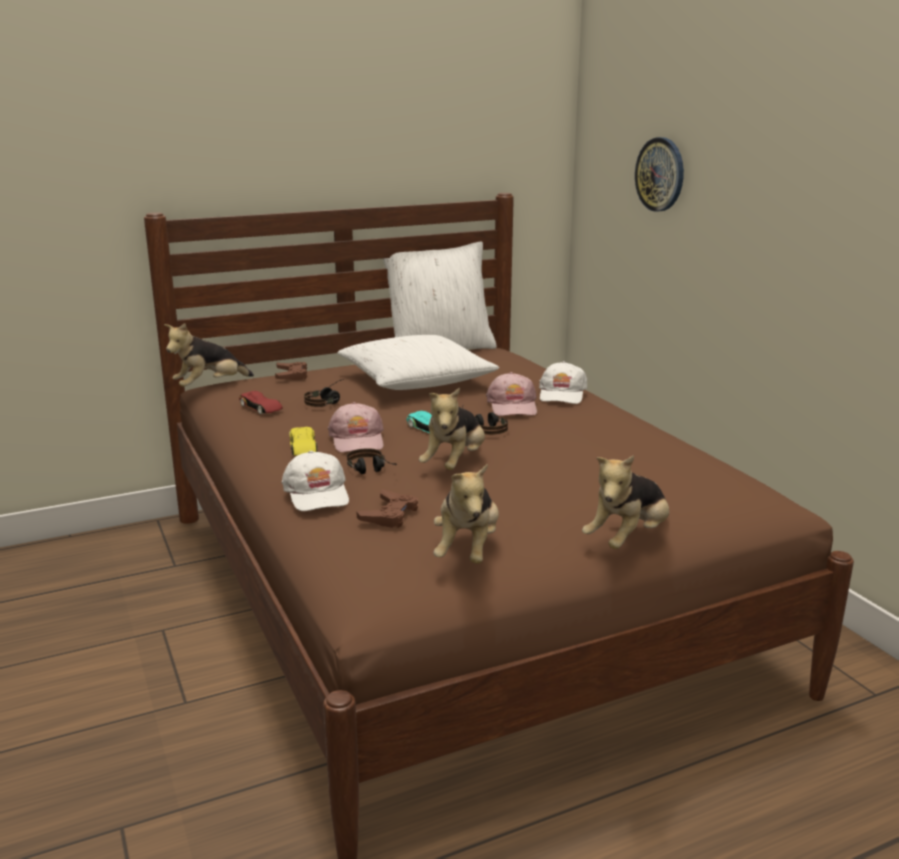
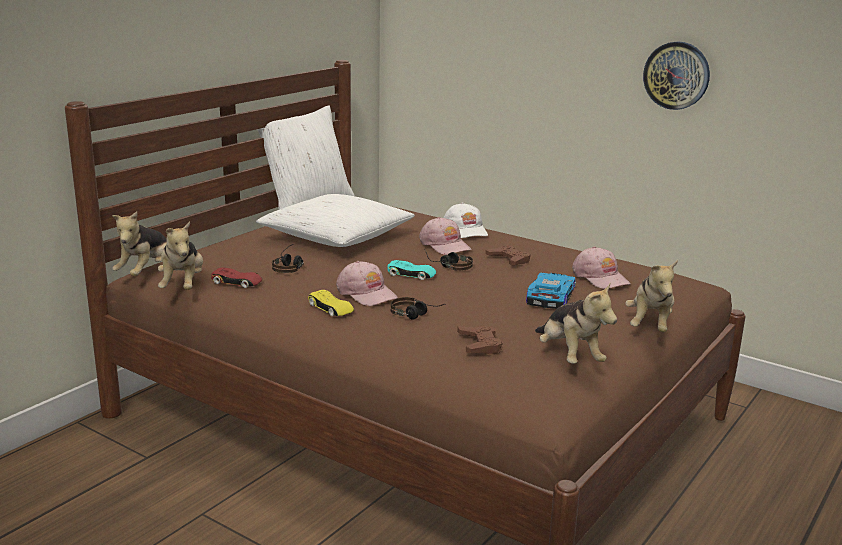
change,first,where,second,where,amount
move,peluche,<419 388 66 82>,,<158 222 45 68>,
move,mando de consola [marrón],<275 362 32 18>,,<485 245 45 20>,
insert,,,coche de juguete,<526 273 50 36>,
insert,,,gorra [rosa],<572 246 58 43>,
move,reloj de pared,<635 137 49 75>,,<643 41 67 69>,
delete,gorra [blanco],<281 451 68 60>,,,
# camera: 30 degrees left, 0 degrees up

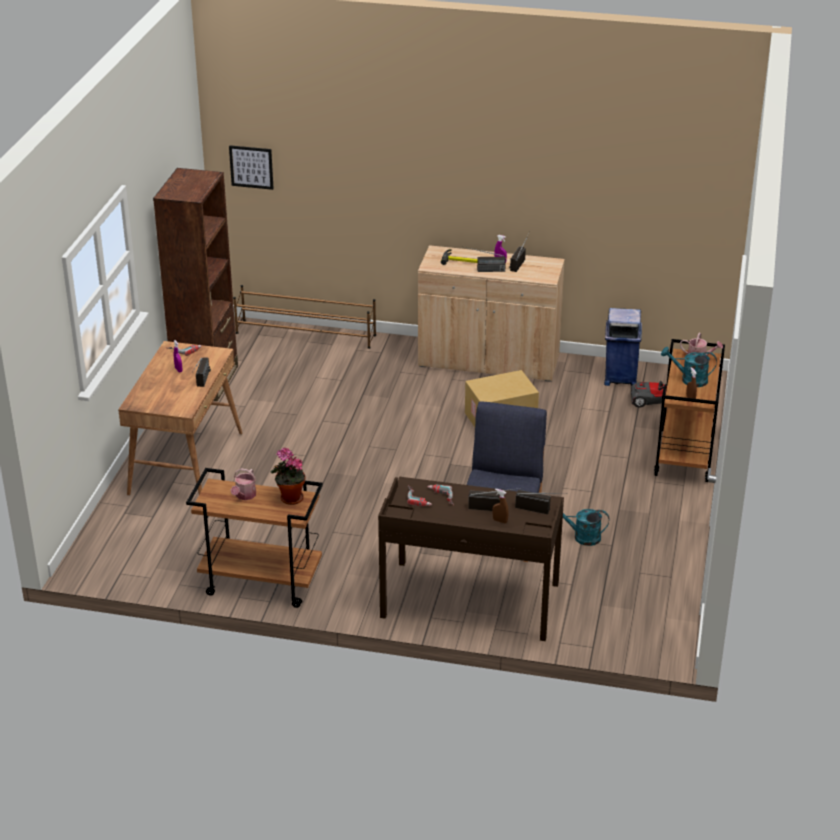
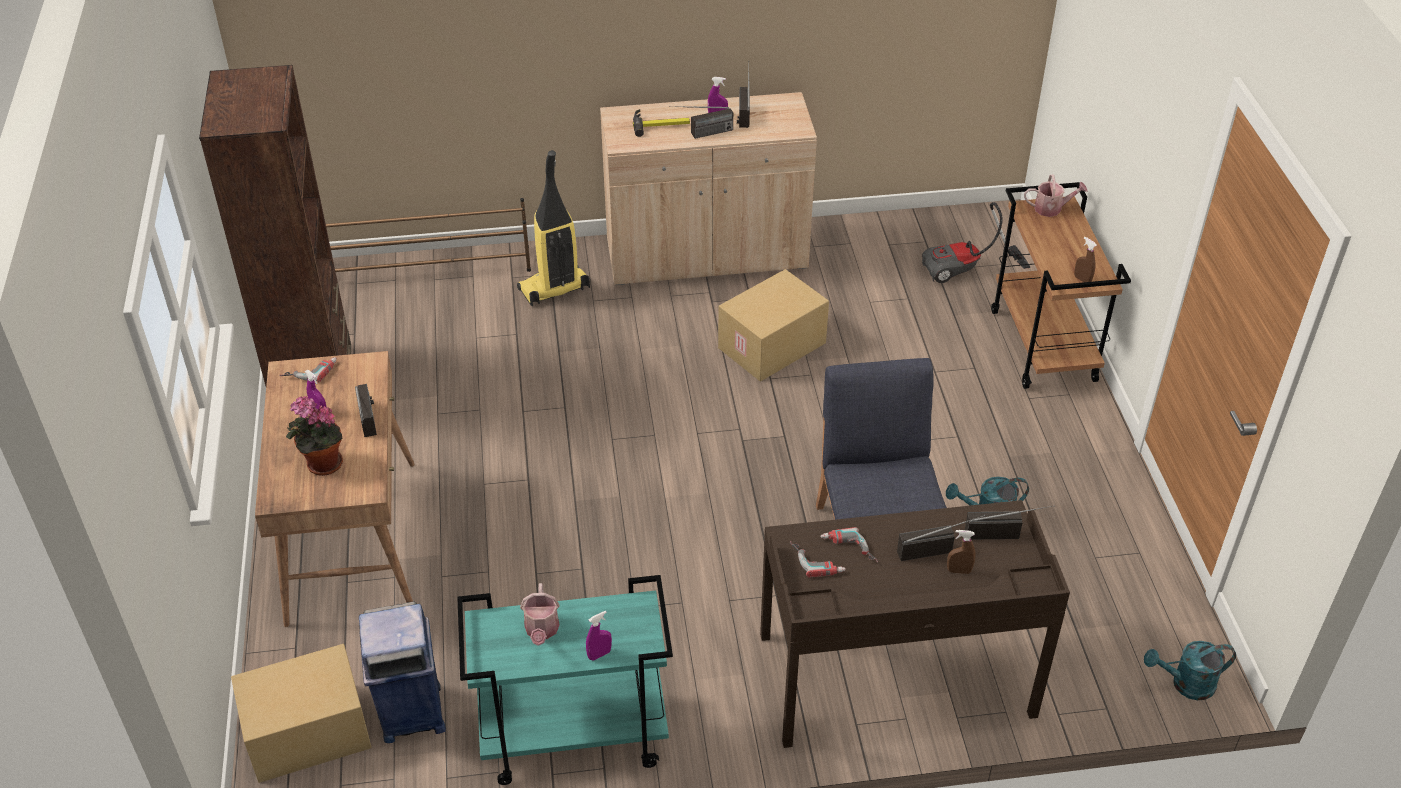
change,first,where,second,where,amount
insert,,,caja de cartón,<231 644 141 139>,
move,planta en maceta,<270 448 36 57>,,<286 396 57 80>,
move,papelera [azul],<604 308 38 78>,,<359 602 87 141>,
recolor,carrito [marrón],<186 468 137 140>,carrito [turquesa],<457 575 216 210>,
insert,,,aspiradora,<517 150 73 156>,
insert,,,pulverizador [morado],<586 611 26 50>,
move,regadera [turquesa],<661 347 56 40>,,<1144 641 92 59>,
delete,cuadro,<229 145 45 45>,,,
# camera: 20 degrees left, 10 degrees up

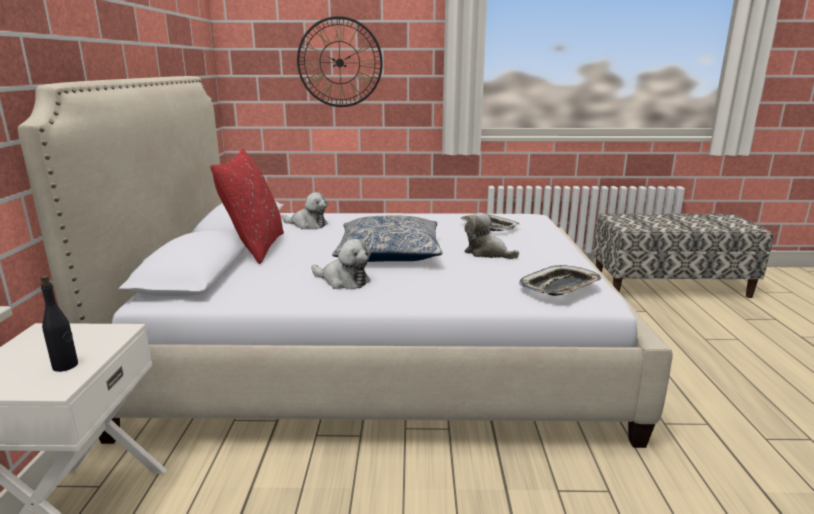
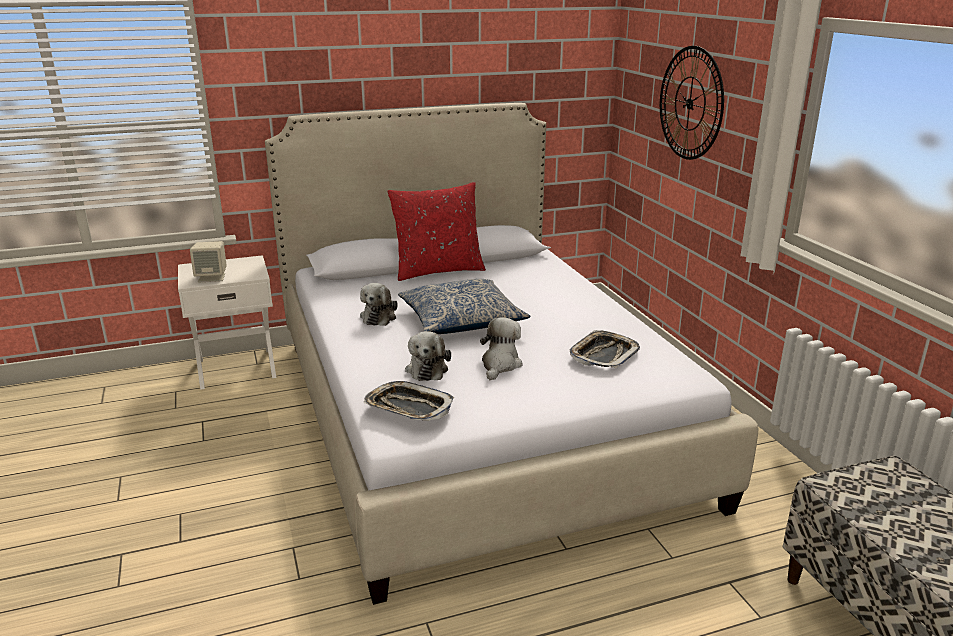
change,first,where,second,where,amount
replace,botella [negro],<40 275 38 97>,altavoz [beis],<190 241 37 41>,
move,peluche,<282 192 46 37>,,<405 331 46 50>,
# camera: 70 degrees right, 5 degrees up

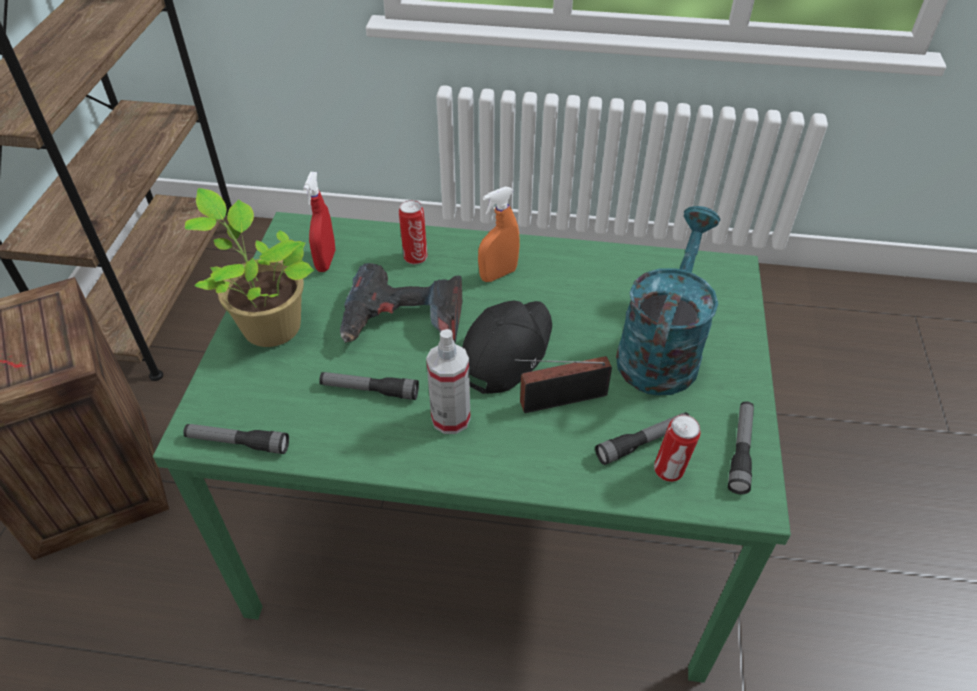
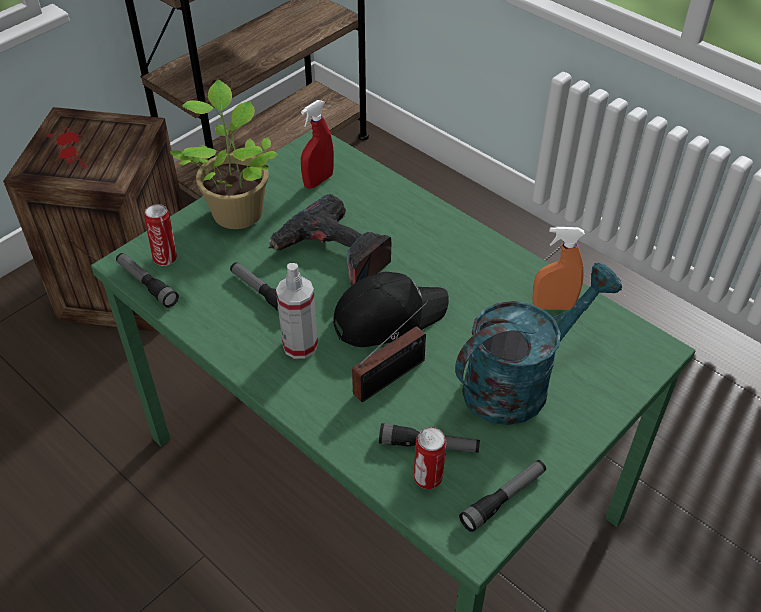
change,first,where,second,where,amount
move,lata,<399 200 29 64>,,<144 204 33 62>,
rotate,radio,<514 356 98 57>,,<352 301 77 101>,120 degrees clockwise
move,pulverizador [naranja],<478 186 42 96>,,<532 227 53 83>,
# camera: 35 degrees right, 0 degrees up

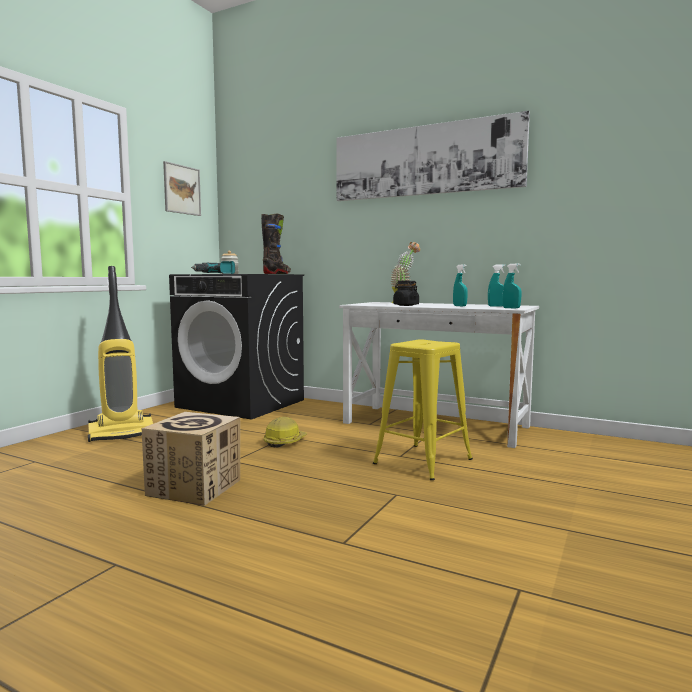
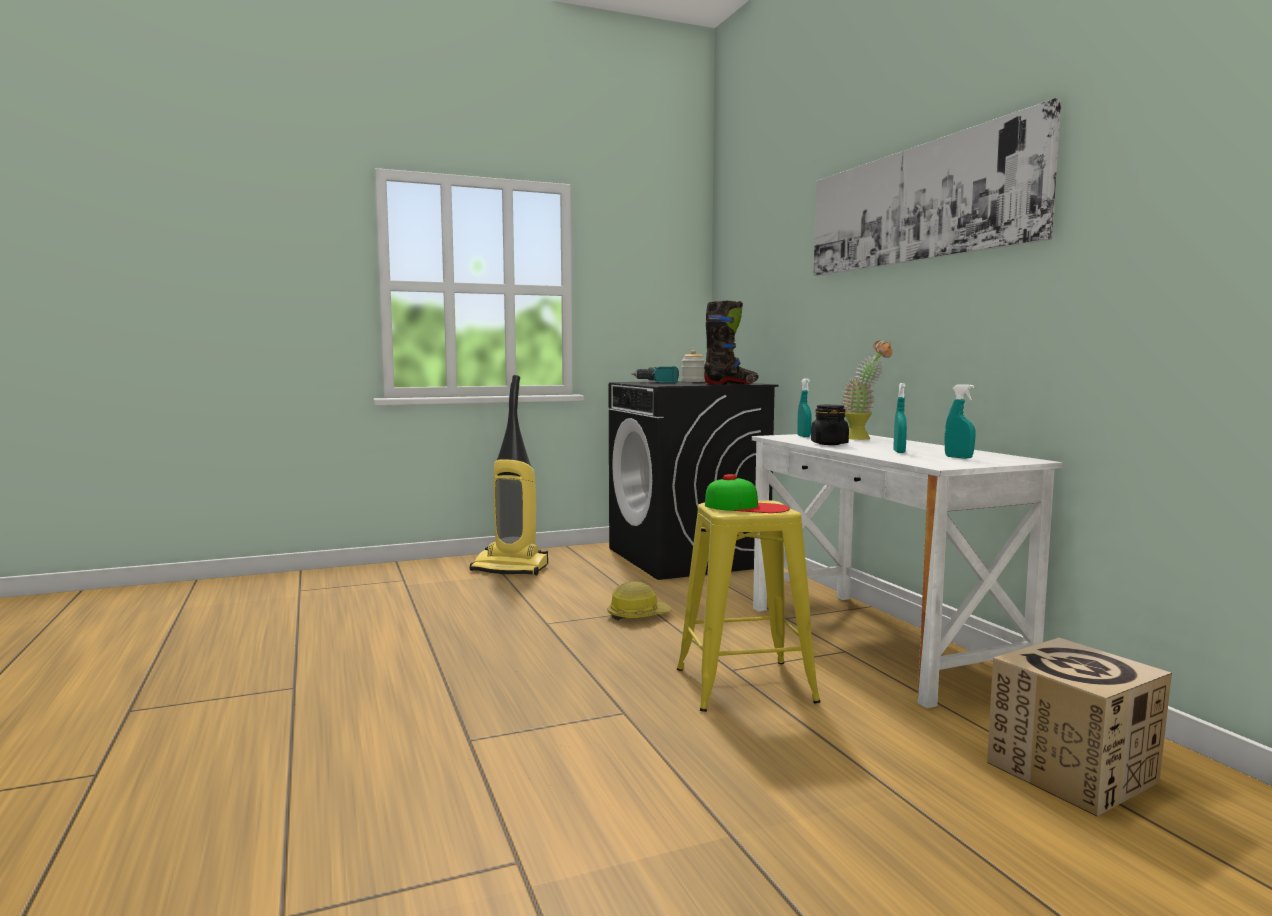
change,first,where,second,where,amount
insert,,,gorra,<705 474 85 39>,
move,pulverizador [turquesa],<502 263 20 45>,,<797 379 15 58>,
move,caja de cartón,<142 412 98 94>,,<987 638 185 178>,
delete,cuadro,<163 161 38 55>,,,
# camera: 40 degrees right, 0 degrees up

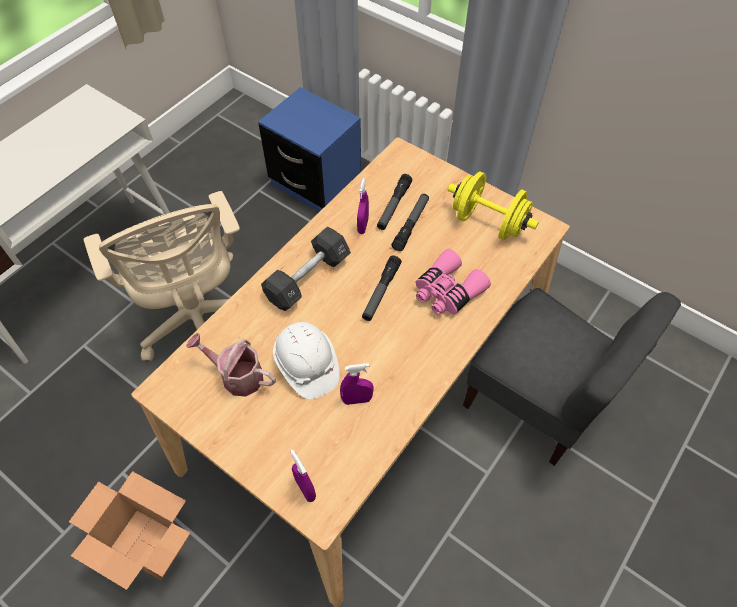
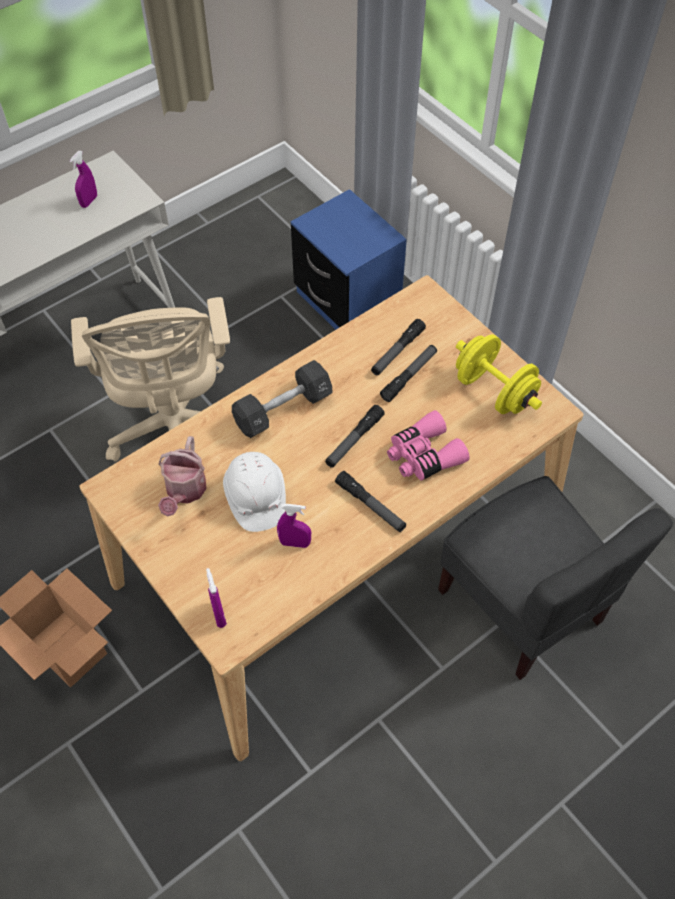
change,first,where,second,where,amount
move,pulverizador [morado],<357 178 12 56>,,<69 151 28 57>,
rotate,regadera,<186 333 90 64>,,<158 436 49 81>,120 degrees counterclockwise
insert,,,linterna,<335 471 71 61>,
# camera: 15 degrees right, 0 degrees up

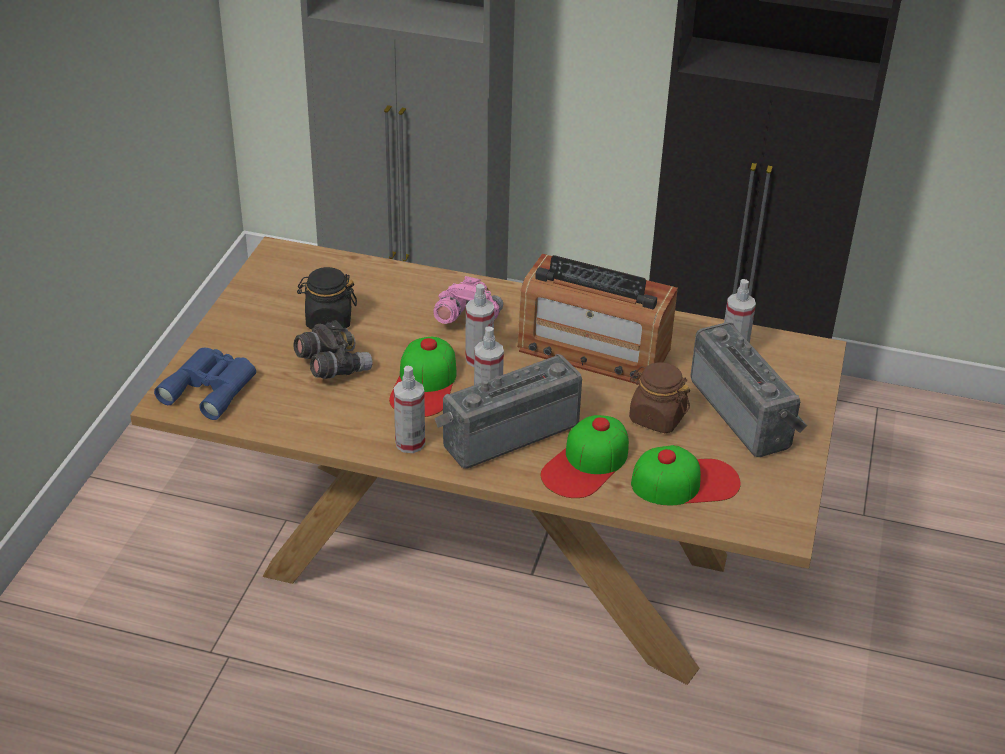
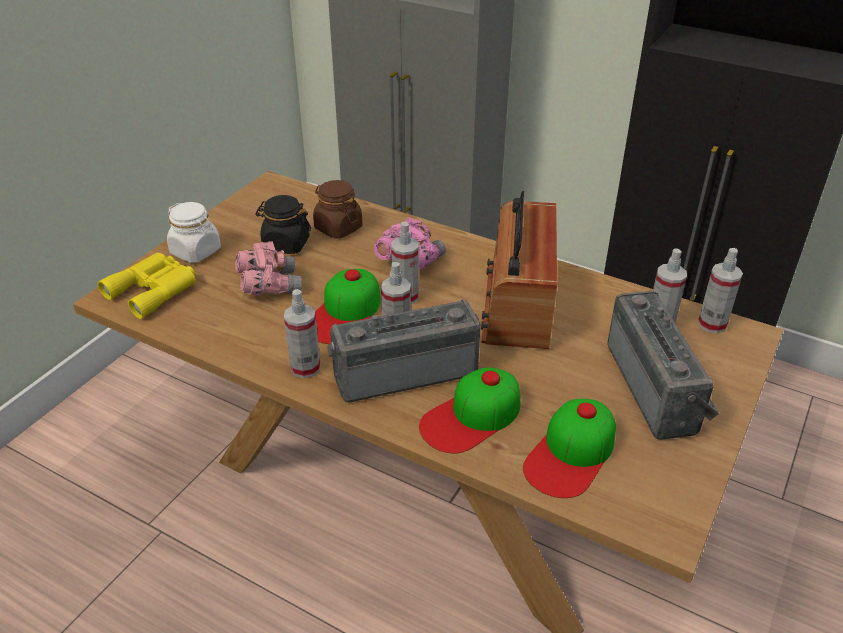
change,first,where,second,where,amount
recolor,prismáticos [azul],<154 348 102 72>,prismáticos [amarillo],<97 253 99 66>,
insert,,,tarro [blanco],<167 202 54 61>,
recolor,prismáticos [gris],<293 320 79 59>,prismáticos [rosa],<235 242 67 53>,
move,tarro [marrón],<629 362 61 71>,,<313 180 50 59>,
rotate,radio,<517 254 161 131>,,<481 191 76 158>,60 degrees clockwise
rotate,gorra,<631 445 110 60>,,<523 399 93 99>,120 degrees clockwise
insert,,,pulverizador,<698 248 45 85>,
# camera: 15 degrees right, 0 degrees up

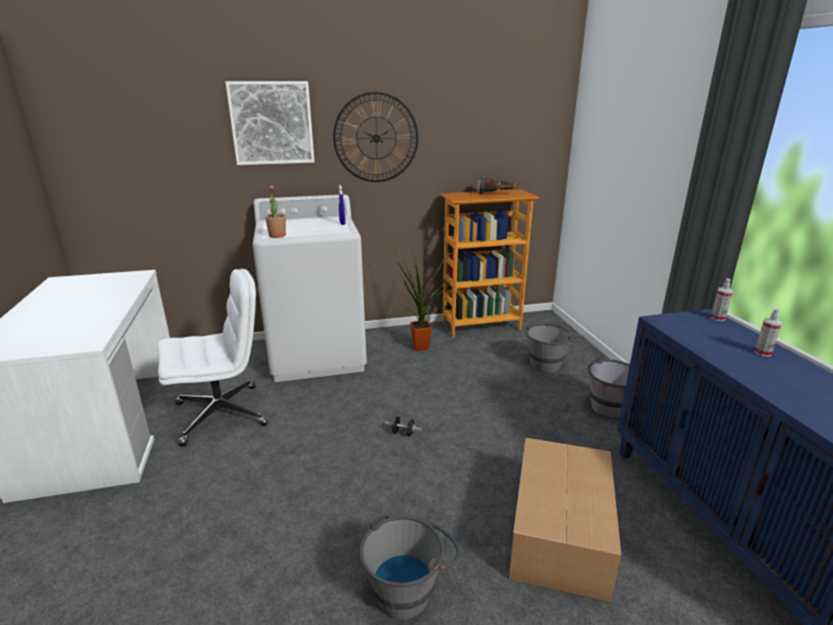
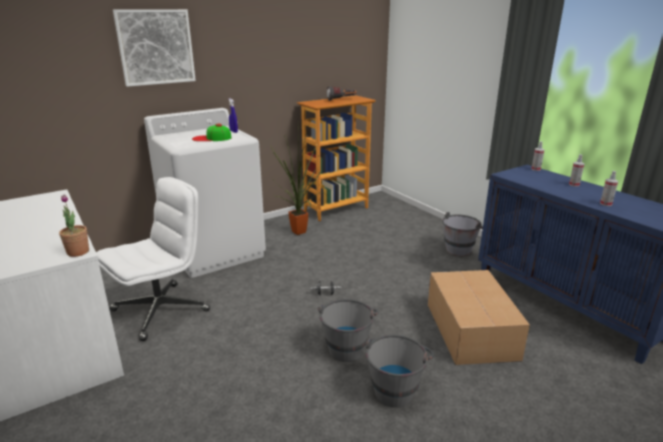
change,first,where,second,where,amount
move,planta en maceta,<265 185 21 53>,,<59 194 30 63>,
insert,,,gorra,<192 124 39 17>,
move,cubo [gris],<526 323 51 50>,,<318 299 61 63>,
insert,,,pulverizador,<600 171 18 35>,
delete,reloj de pared,<333 92 85 90>,,,
# camera: 20 degrees left, 0 degrees up

